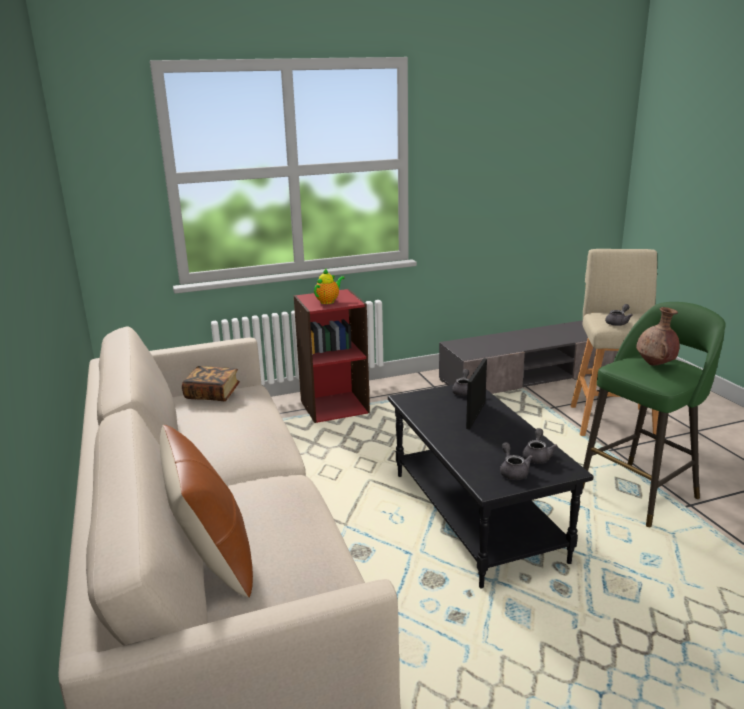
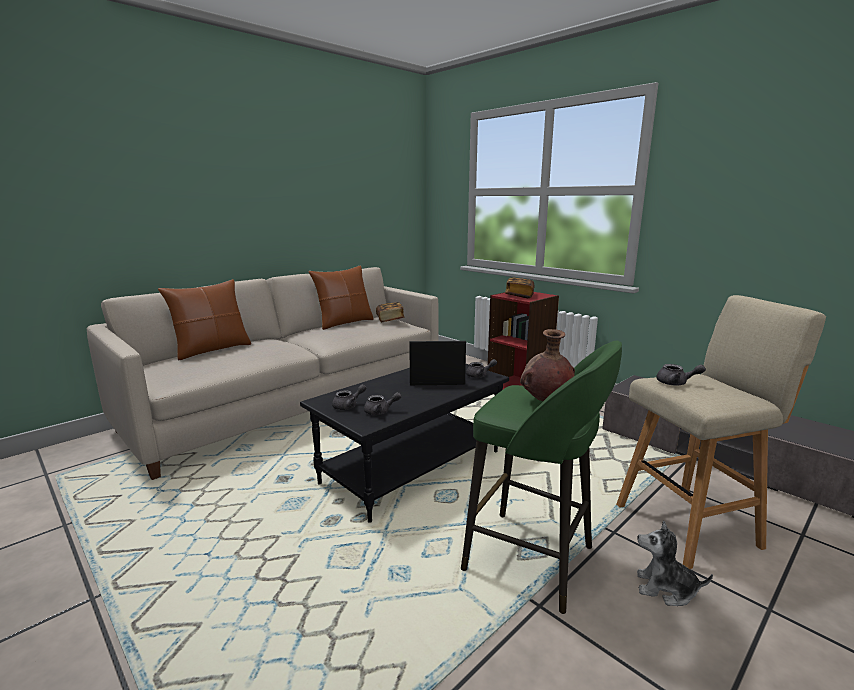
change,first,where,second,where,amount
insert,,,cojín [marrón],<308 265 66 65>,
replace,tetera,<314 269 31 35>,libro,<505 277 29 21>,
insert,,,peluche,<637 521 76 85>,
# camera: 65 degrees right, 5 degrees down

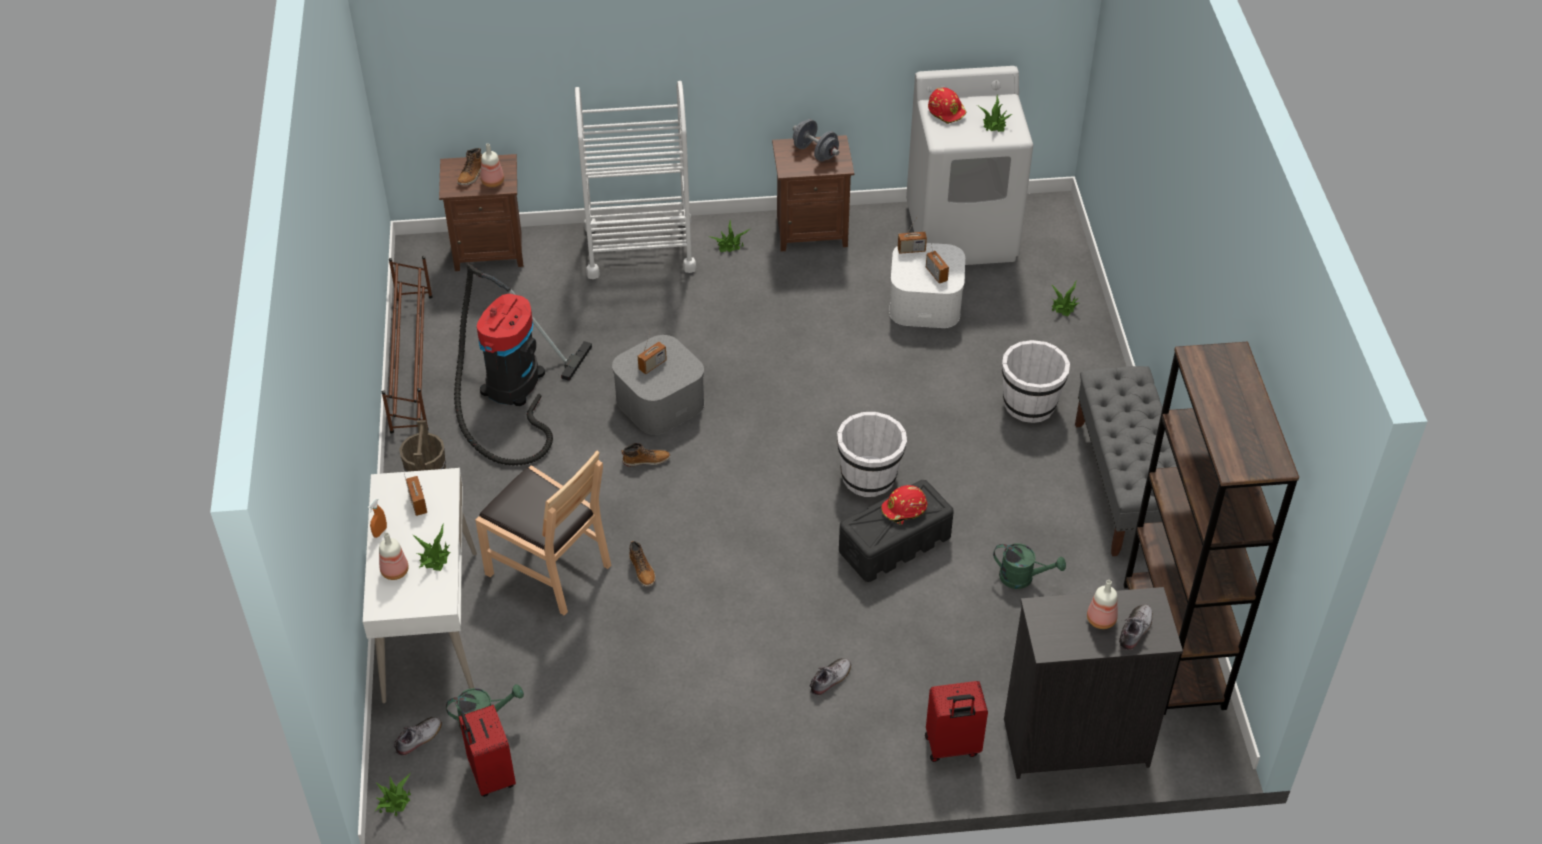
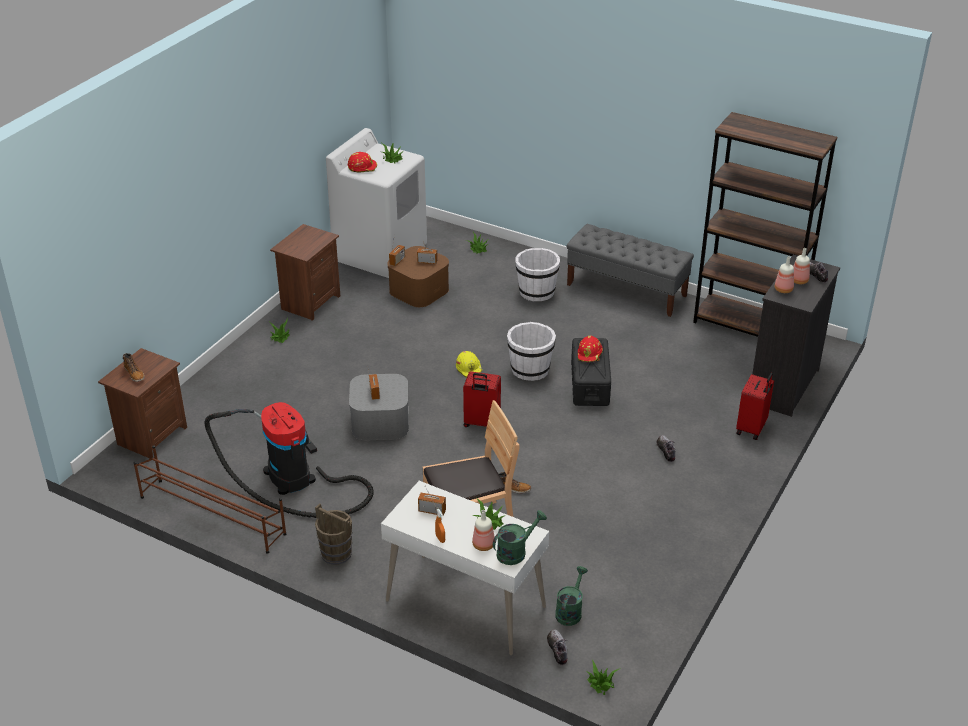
change,first,where,second,where,amount
recolor,caja de almacenaje [blanco],<889 243 76 85>,caja de almacenaje [marrón],<387 246 62 61>,
insert,,,casco [amarillo],<456 351 26 27>,
move,maleta [rojo],<459 705 57 92>,,<463 371 38 56>,
move,regadera [verde],<993 543 73 46>,,<493 510 54 55>,
move,botella,<481 143 23 44>,,<775 256 19 37>,
delete,carrito [blanco],<575 81 121 198>,,,
delete,bota,<622 443 48 24>,,,
delete,mancuerna [gris],<793 119 46 42>,,,
# camera: 55 degrees left, 10 degrees down

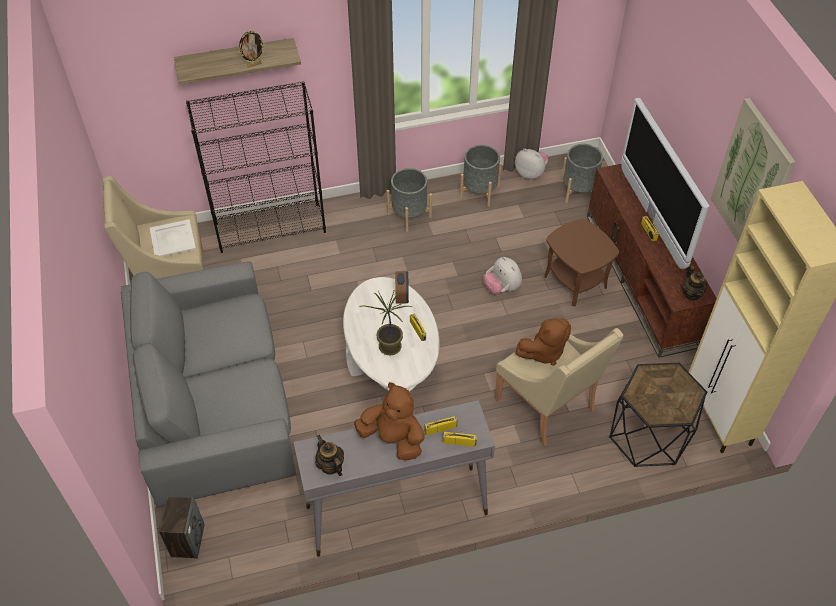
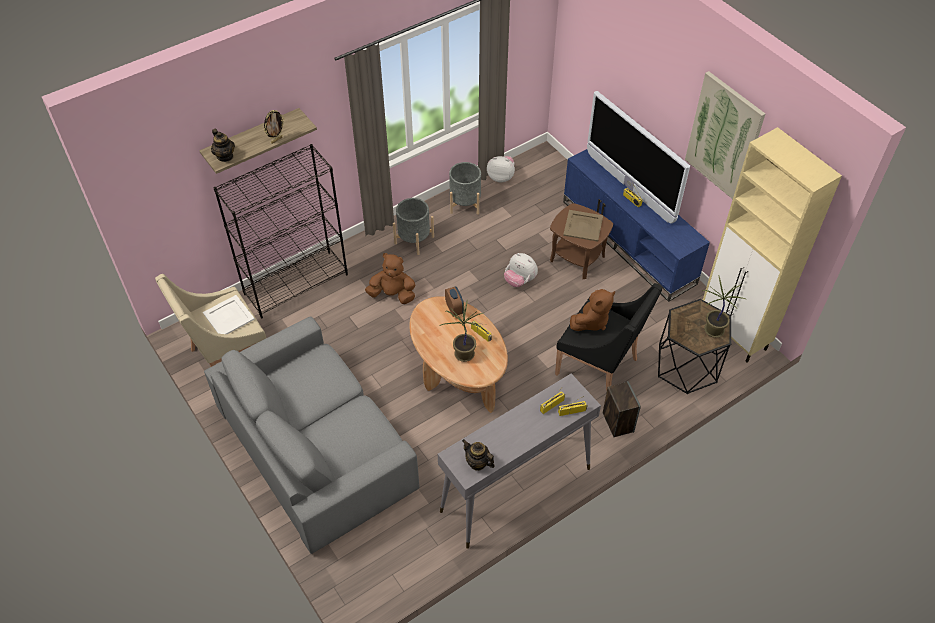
change,first,where,second,where,amount
move,tetera,<682 265 25 36>,,<211 129 24 33>,
move,peluche [marrón],<354 382 71 78>,,<365 253 50 51>,
recolor,mesa de centro [blanco],<343 277 97 115>,mesa de centro [marrón],<409 296 99 117>,
recolor,sillón [beis],<495 328 129 119>,sillón [negro],<555 283 107 108>,
recolor,mueble de televisión [marrón],<587 164 130 194>,mueble de televisión [azul],<563 149 147 153>,
insert,,,bandeja [beis],<563 210 40 32>,
move,altavoz,<159 497 46 62>,,<603 381 38 56>,
insert,,,planta en maceta,<702 277 43 61>,
delete,maceta [gris],<561 144 42 59>,,,
# camera: 20 degrees left, 0 degrees up

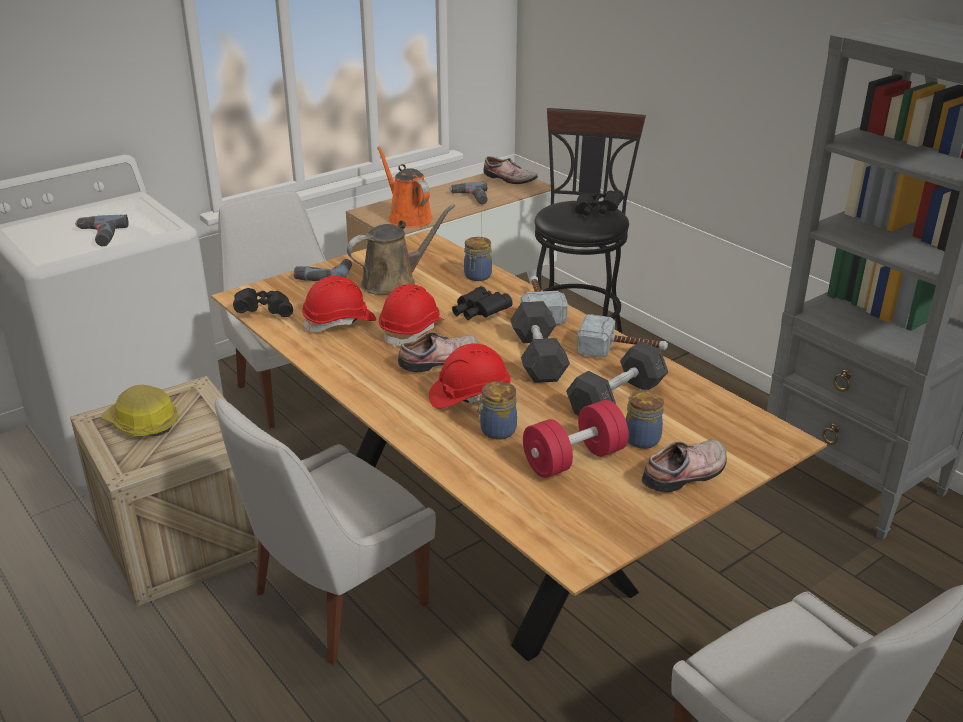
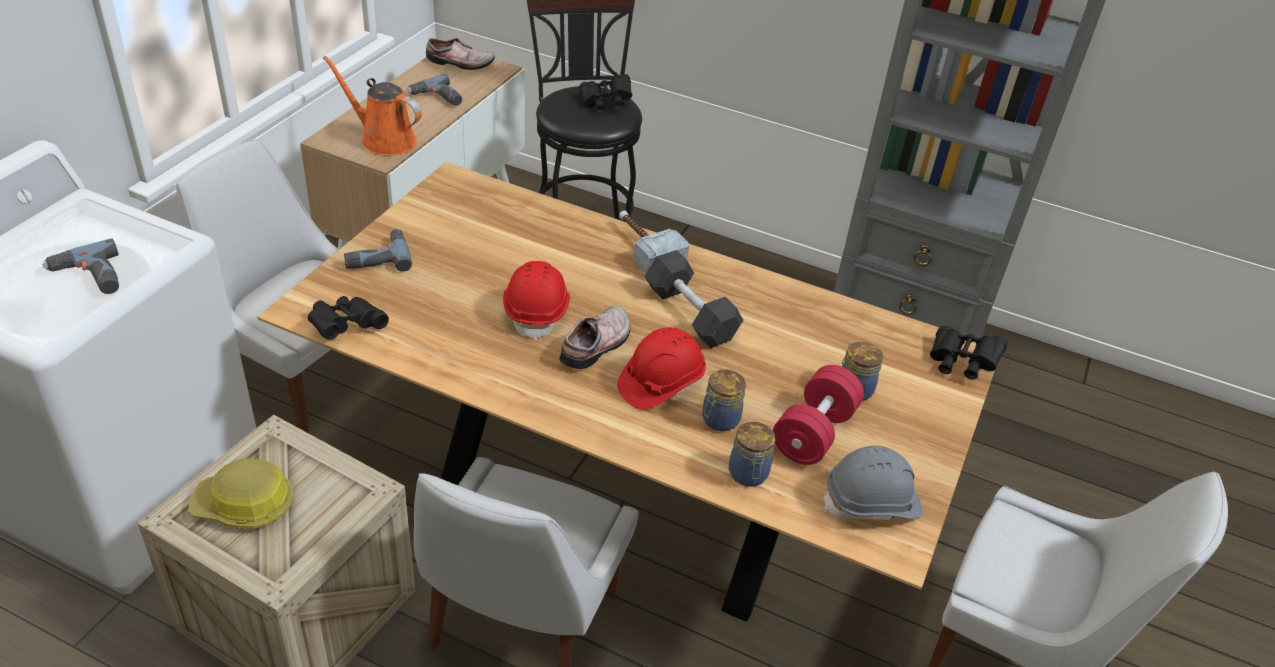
change,first,where,second,where,amount
move,tarro,<464 237 28 44>,,<729 422 46 65>,
insert,,,casco [gris],<824 446 99 75>,
move,prismáticos [negro],<452 286 61 34>,,<930 326 78 54>,
delete,casco [rojo],<302 276 74 57>,,,
delete,regadera [marrón],<347 204 108 91>,,,
delete,mancuerna [gris],<566 341 102 75>,,,
delete,martillo,<577 314 91 44>,,,
delete,zapato,<642 439 85 54>,,,
# camera: 30 degrees left, 10 degrees up

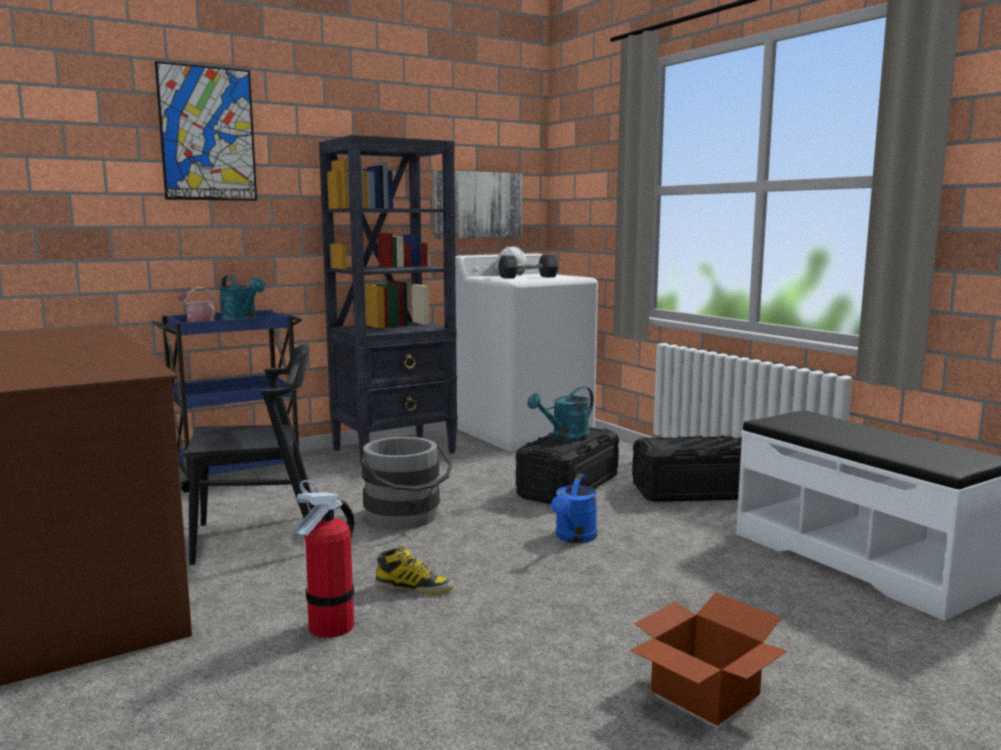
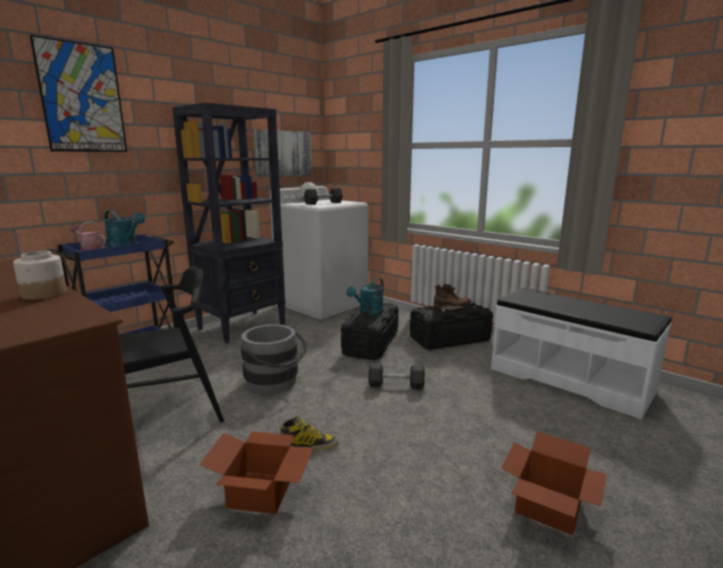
change,first,where,second,where,amount
insert,,,tarro,<13 251 54 49>,
replace,extintor,<296 480 59 158>,caja de cartón,<200 431 113 83>,
replace,regadera [azul],<551 473 46 70>,mancuerna [gris],<368 363 57 27>,
insert,,,bota [marrón],<434 284 37 28>,
# camera: 15 degrees left, 5 degrees up

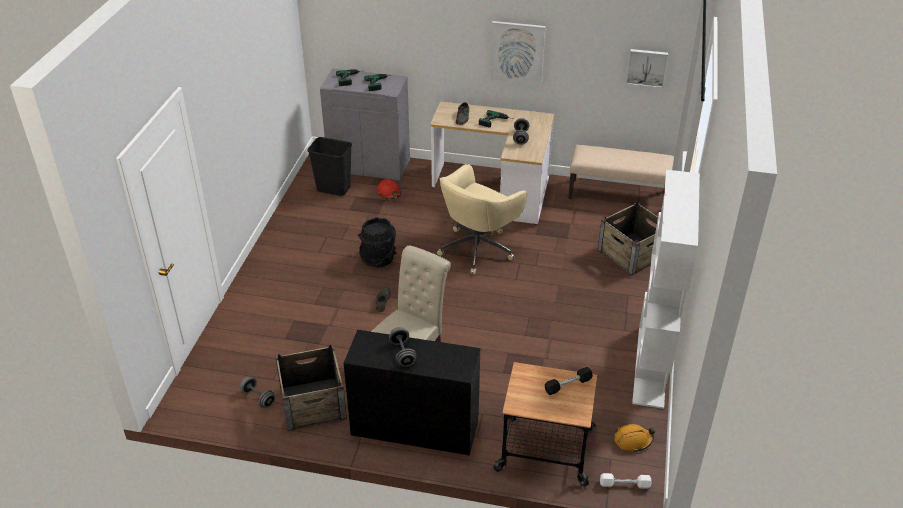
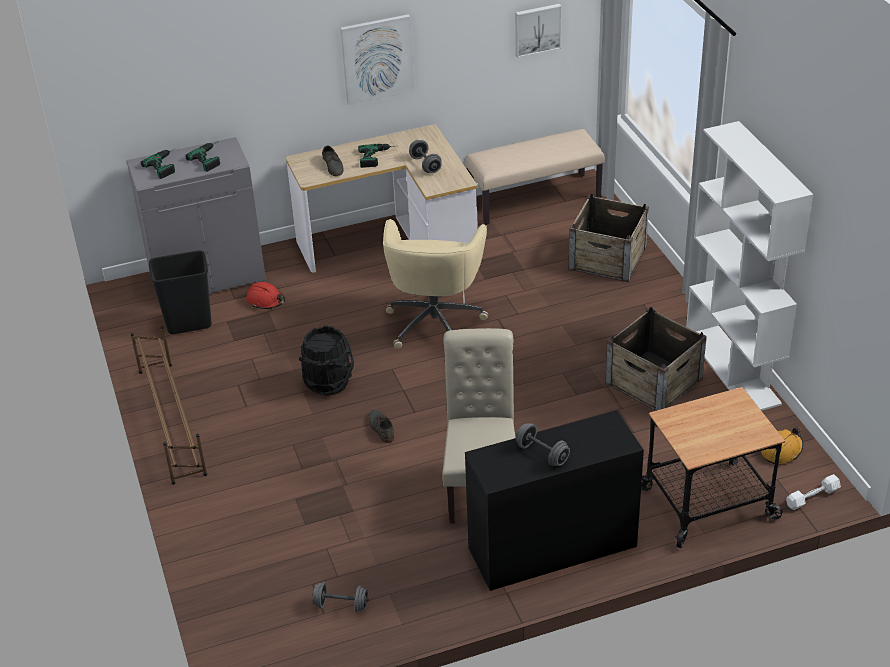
change,first,where,second,where,amount
insert,,,zapatero [marrón],<131 326 76 159>,
move,caja de embalaje,<275 345 72 86>,,<605 307 102 104>,
delete,mancuerna [negro],<545 367 48 28>,,,
# camera: 30 degrees left, 0 degrees up

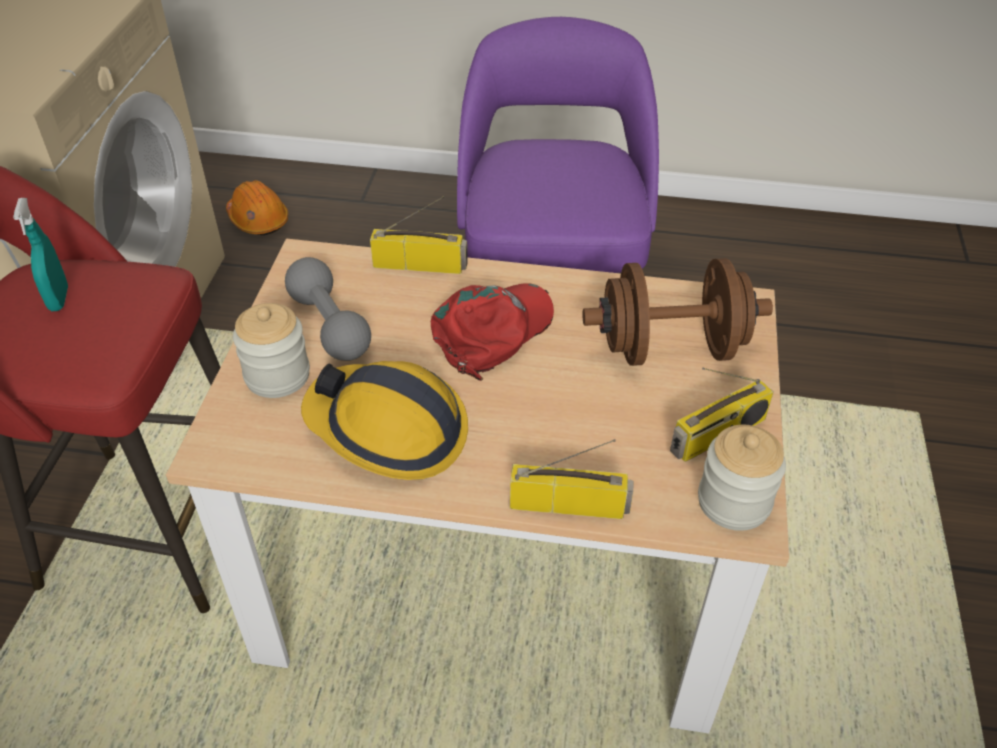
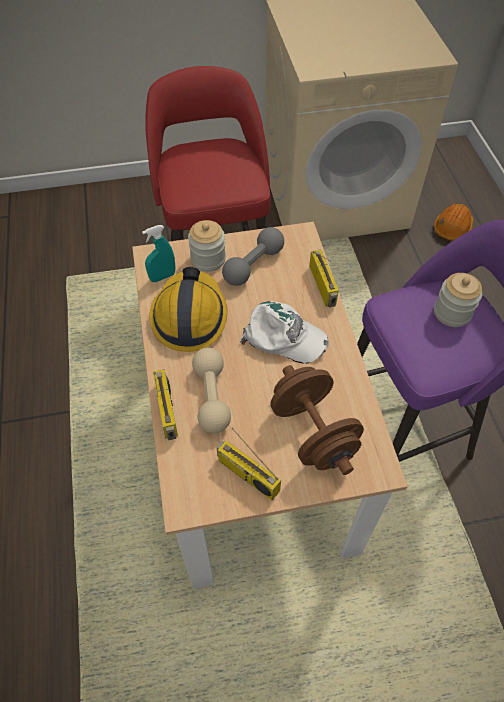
change,first,where,second,where,amount
move,pulverizador [turquesa],<13 198 55 113>,,<142 225 33 57>,
insert,,,mancuerna [beis],<192 347 39 86>,
recolor,gorra [rojo],<431 283 123 98>,gorra [blanco],<239 301 90 63>,
move,tarro,<698 425 88 106>,,<434 273 48 54>,
# camera: 70 degrees right, 10 degrees up

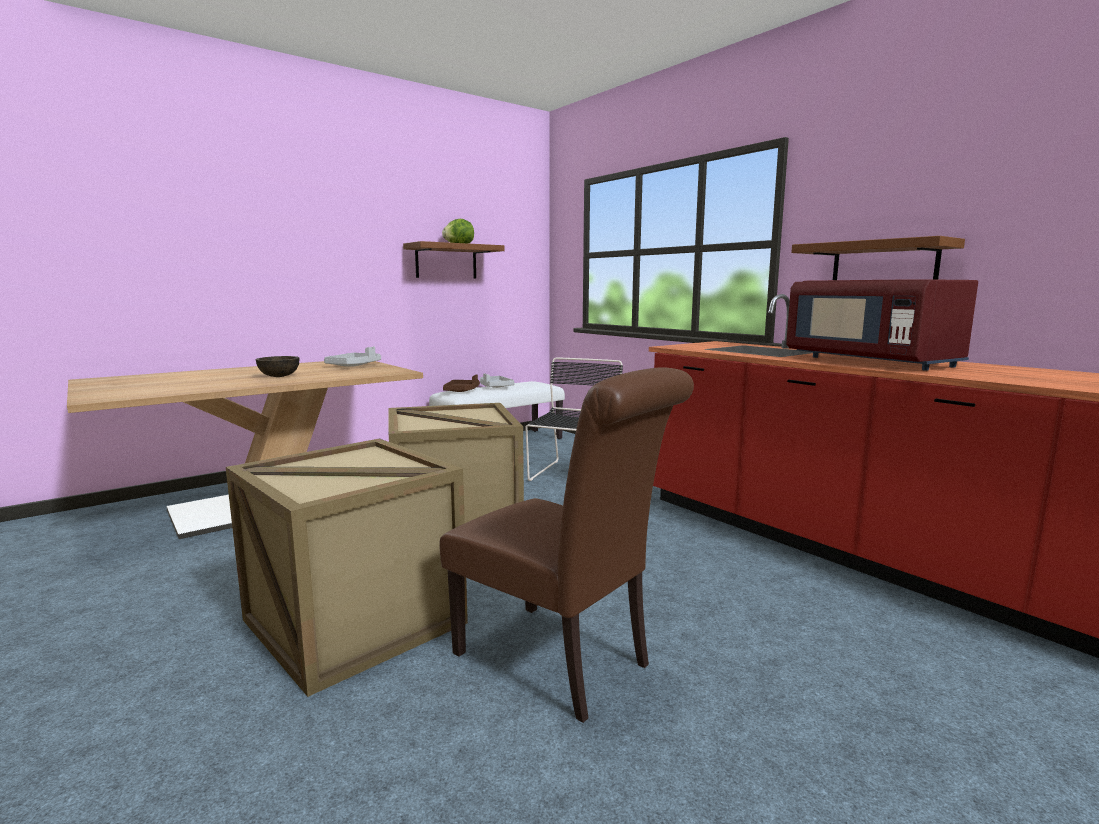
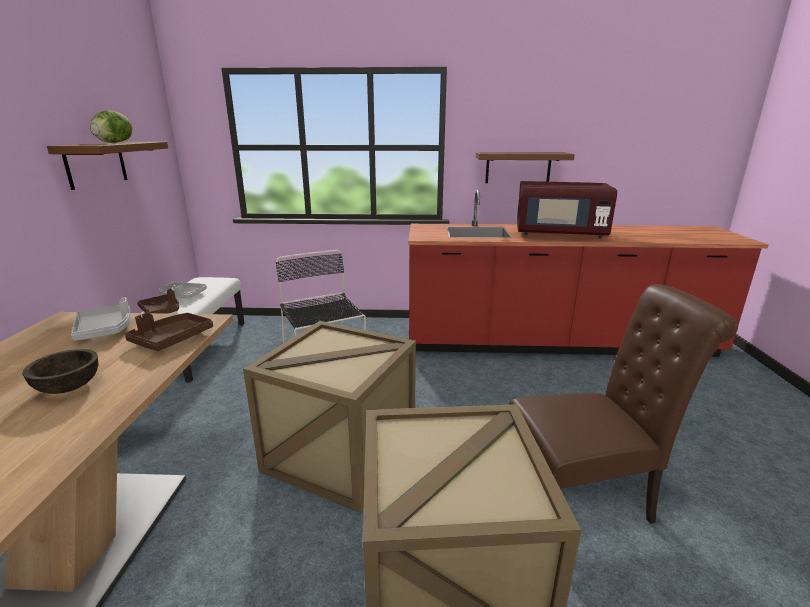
change,first,where,second,where,amount
insert,,,bandeja [marrón],<125 312 88 39>,
# camera: 50 degrees left, 10 degrees up

